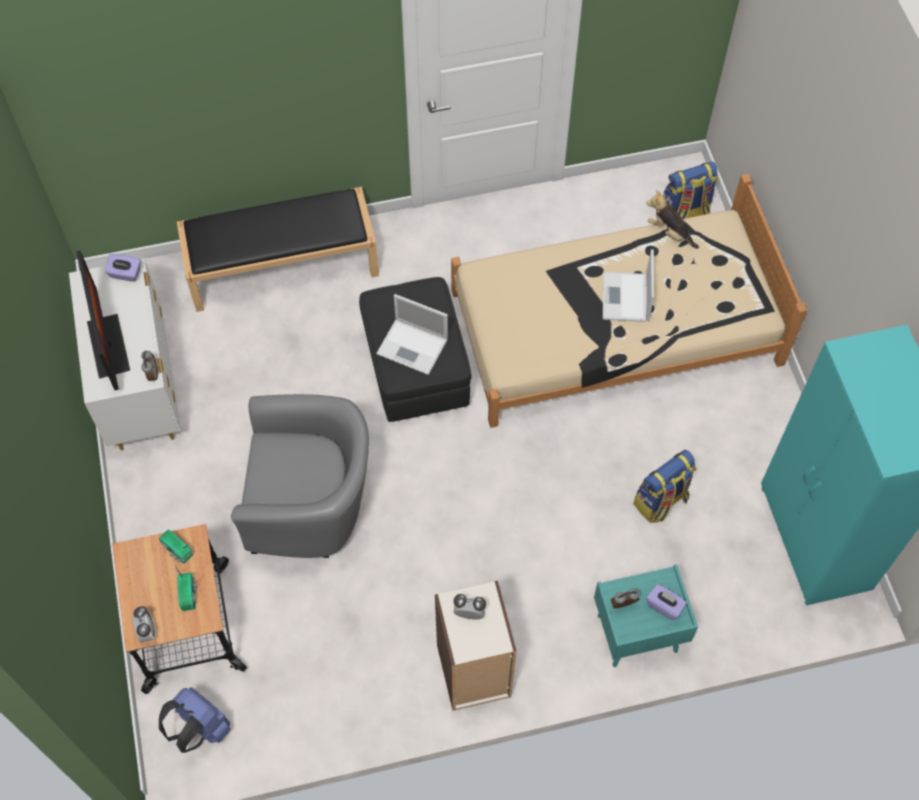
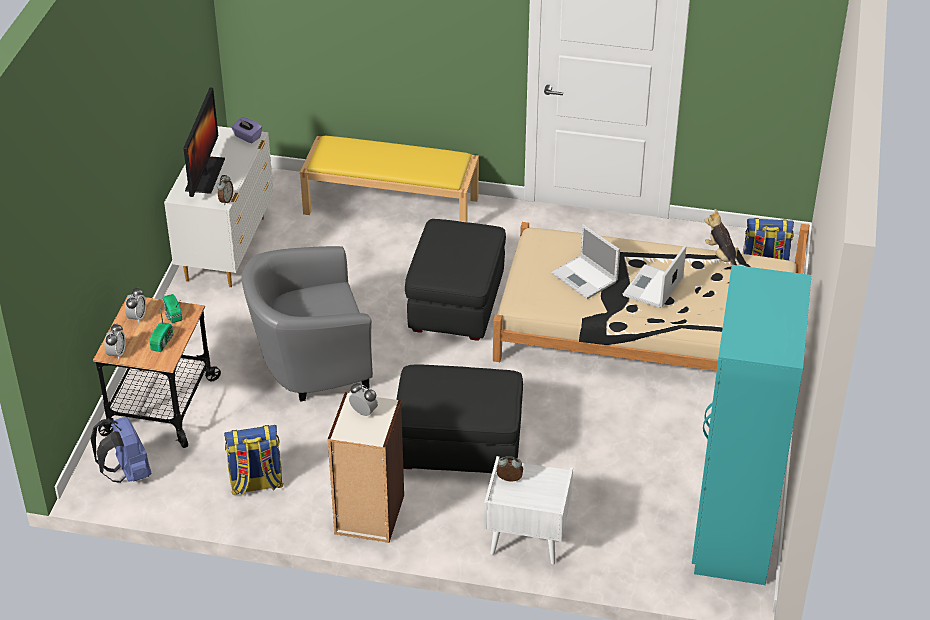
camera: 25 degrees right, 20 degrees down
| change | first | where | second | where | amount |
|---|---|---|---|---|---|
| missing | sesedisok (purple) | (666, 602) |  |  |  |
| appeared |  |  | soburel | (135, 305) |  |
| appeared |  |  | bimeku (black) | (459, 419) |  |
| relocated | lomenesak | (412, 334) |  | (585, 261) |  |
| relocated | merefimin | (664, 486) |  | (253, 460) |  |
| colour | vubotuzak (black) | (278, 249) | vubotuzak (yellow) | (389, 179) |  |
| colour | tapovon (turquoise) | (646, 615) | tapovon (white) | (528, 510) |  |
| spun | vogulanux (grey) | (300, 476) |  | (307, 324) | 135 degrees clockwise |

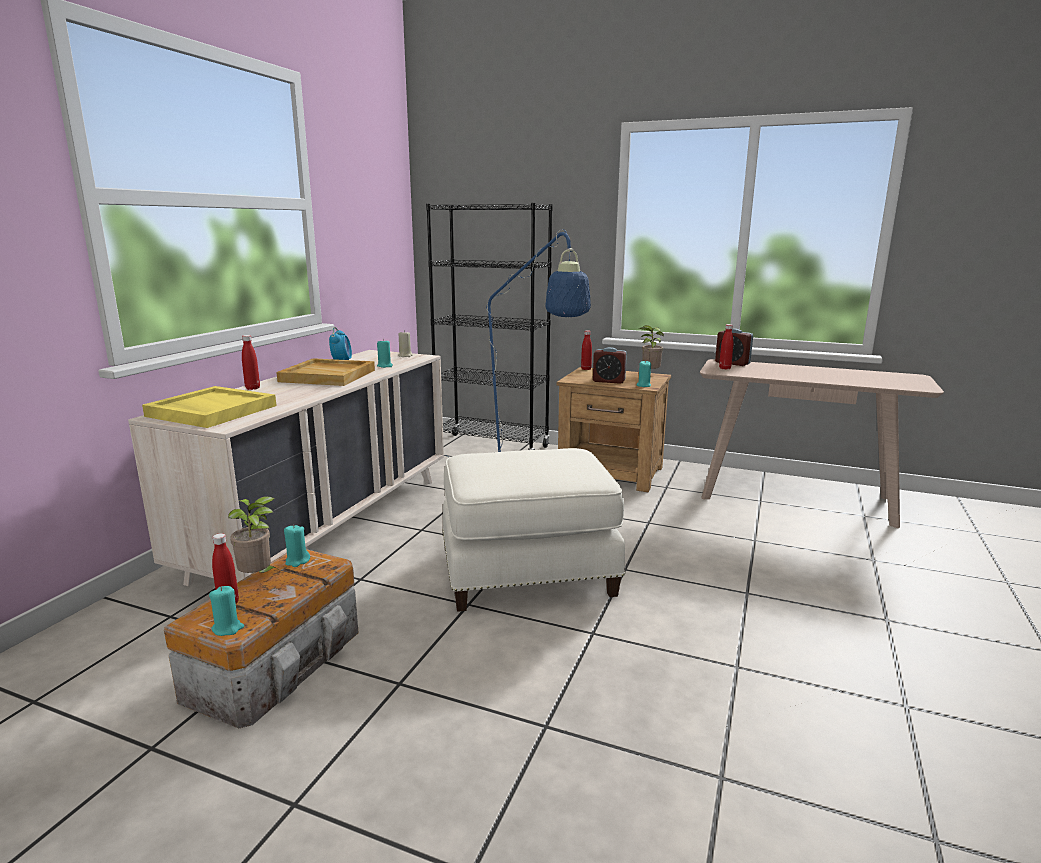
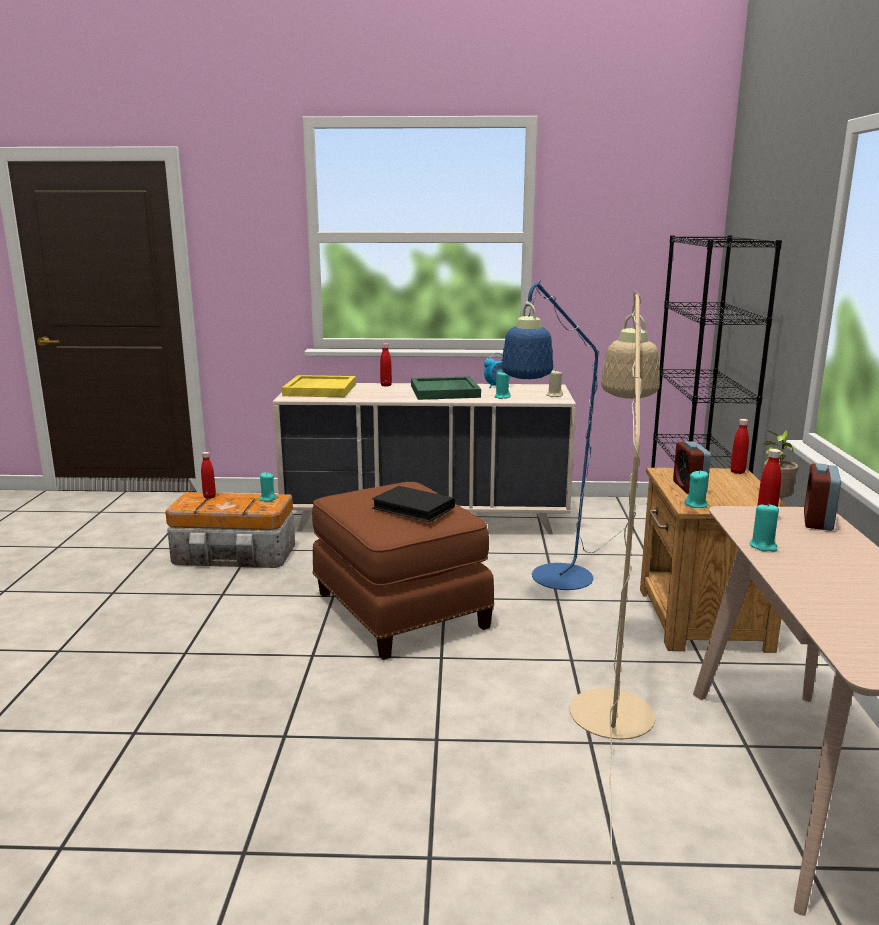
camera: 70 degrees right, 0 degrees up
| change | first | where | second | where | amount |
|---|---|---|---|---|---|
| missing | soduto | (251, 534) |  |  |  |
| appeared |  |  | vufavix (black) | (413, 504) |  |
| appeared |  |  | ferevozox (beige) | (615, 595) |  |
| relocated | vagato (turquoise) | (226, 611) |  | (764, 527) |  |
| colour | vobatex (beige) | (325, 372) | vobatex (green) | (446, 388) |  |
| colour | bimeku (white) | (534, 530) | bimeku (brown) | (403, 571) |  |

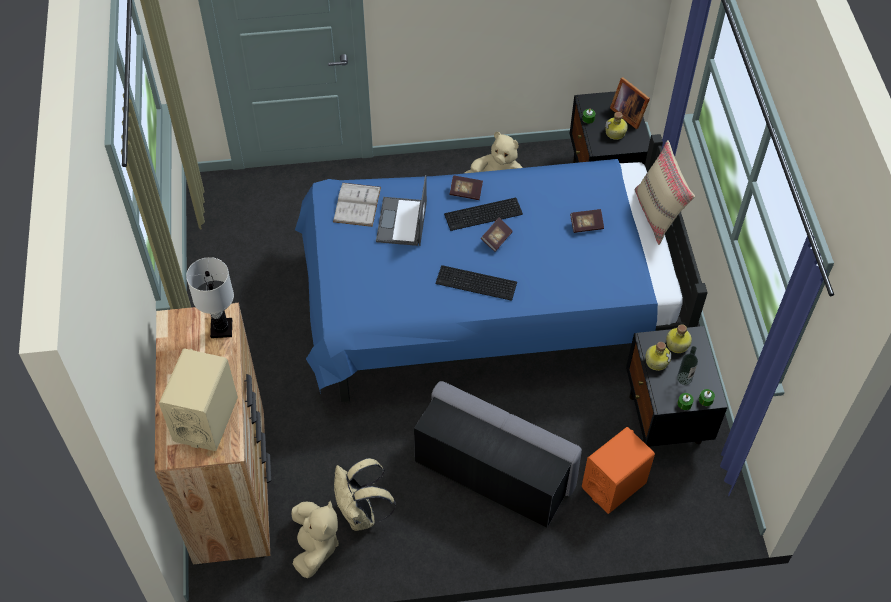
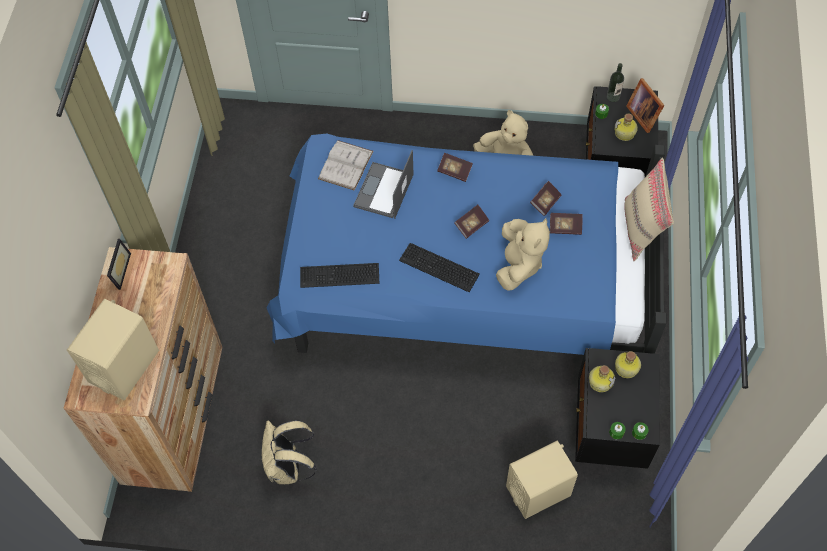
camera: 15 degrees right, 5 degrees up
| change | first | where | second | where | amount |
|---|---|---|---|---|---|
| missing | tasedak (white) | (210, 297) |  |  |  |
| missing | bimeku (grey) | (498, 454) |  |  |  |
| appeared |  |  | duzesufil | (119, 264) |  |
| appeared |  |  | vufavix | (546, 198) |  |
| relocated | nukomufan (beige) | (315, 539) |  | (523, 254) |  |
| relocated | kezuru | (483, 214) |  | (340, 275) |  |
| relocated | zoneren | (687, 365) |  | (615, 82) |  |
| colour | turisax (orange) | (618, 470) | turisax (beige) | (542, 480) |  |

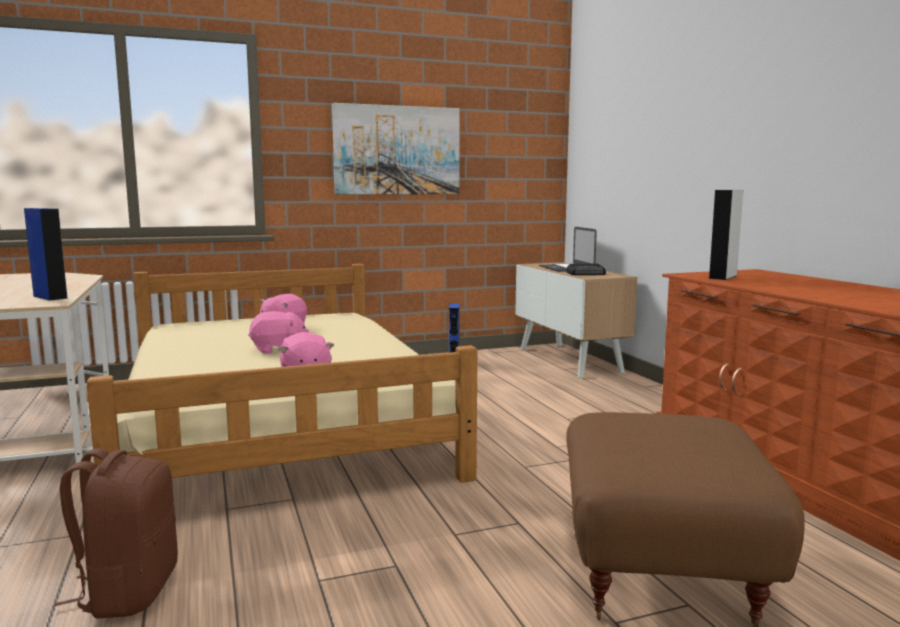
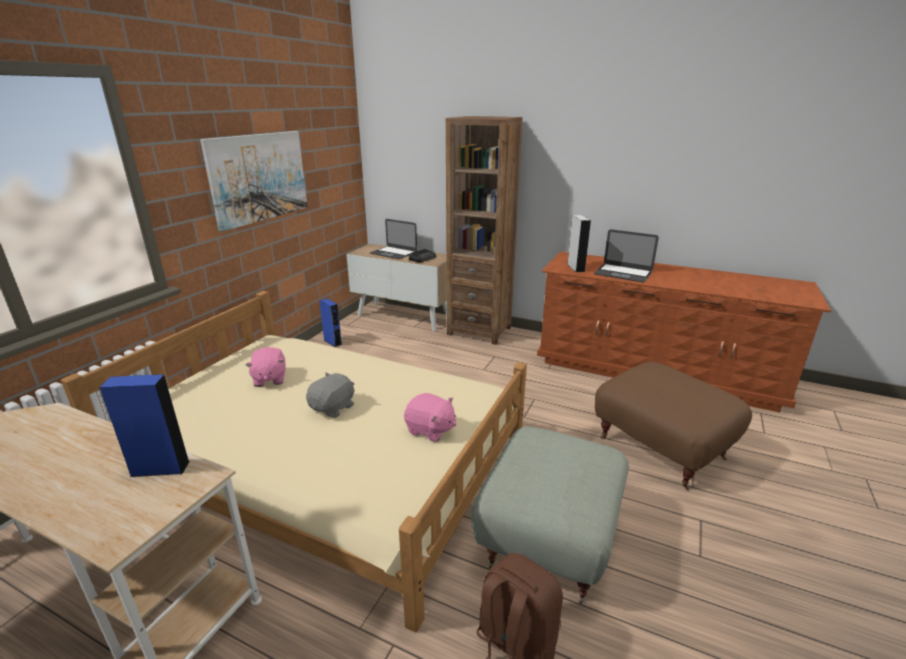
camera: 45 degrees left, 15 degrees up
| change | first | where | second | where | amount |
|---|---|---|---|---|---|
| appeared |  |  | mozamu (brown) | (484, 230) |  |
| appeared |  |  | bimeku (grey) | (550, 514) |  |
| appeared |  |  | lomenesak | (626, 255) |  |
| colour | nukomufan (pink) | (278, 332) | nukomufan (grey) | (330, 395) |  |

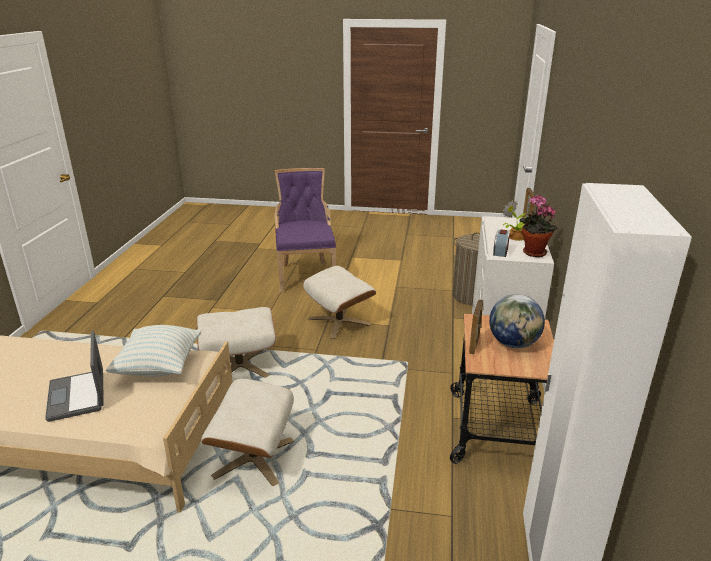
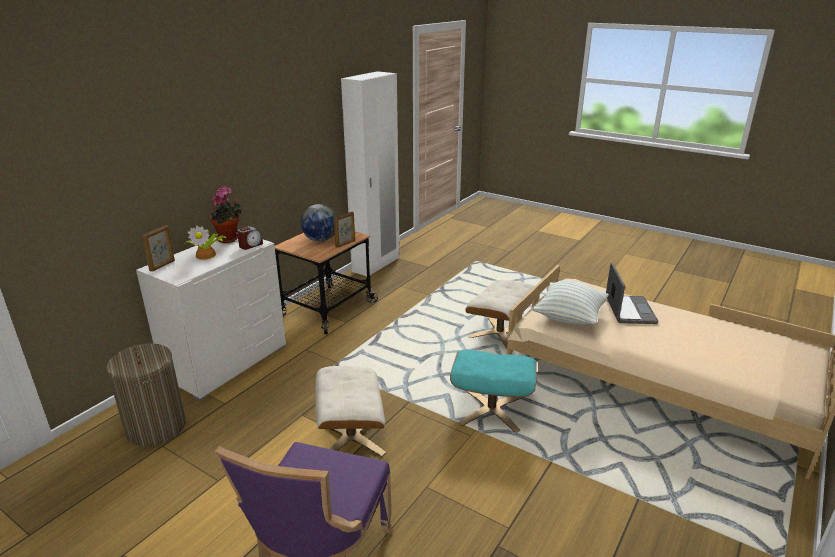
camera: 155 degrees left, 0 degrees up
| change | first | where | second | where | amount |
|---|---|---|---|---|---|
| colour | bimeku (beige) | (236, 342) | bimeku (turquoise) | (493, 391) |  |

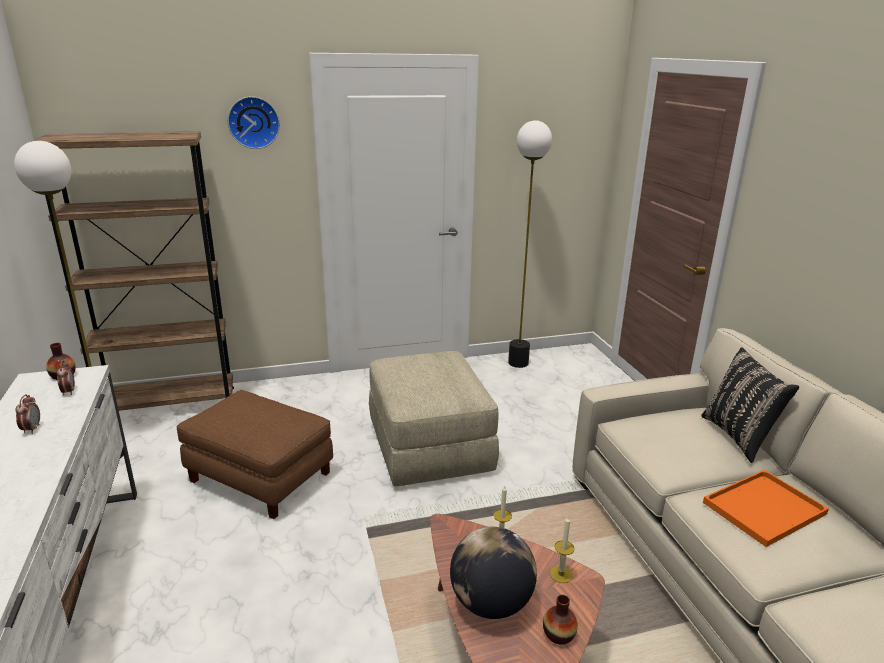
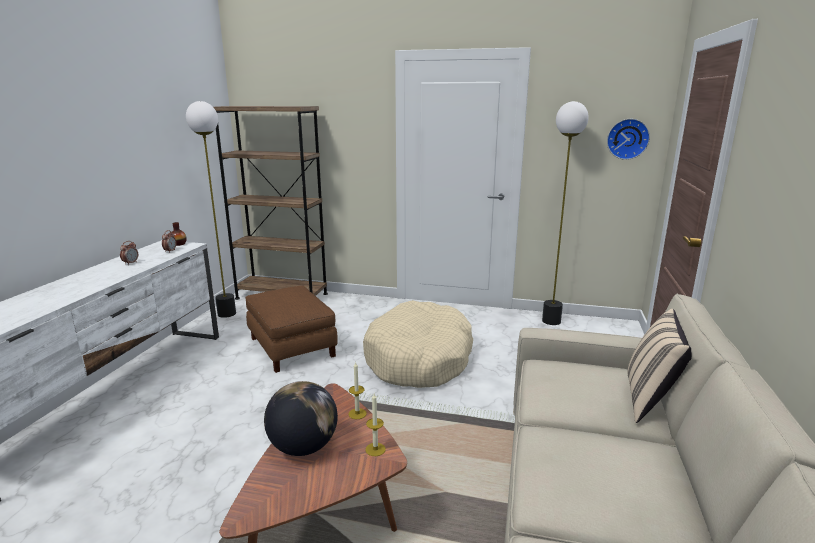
camera: 30 degrees right, 5 degrees down
| change | first | where | second | where | amount |
|---|---|---|---|---|---|
| missing | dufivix | (560, 620) |  |  |  |
| missing | vobatex (orange) | (766, 508) |  |  |  |
| relocated | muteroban | (254, 122) |  | (628, 139) |  |
| exchanged | bimeku (beige) | (434, 418) | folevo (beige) | (418, 344) |  |
| colour | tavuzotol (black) | (750, 405) | tavuzotol (beige) | (660, 366) |  |

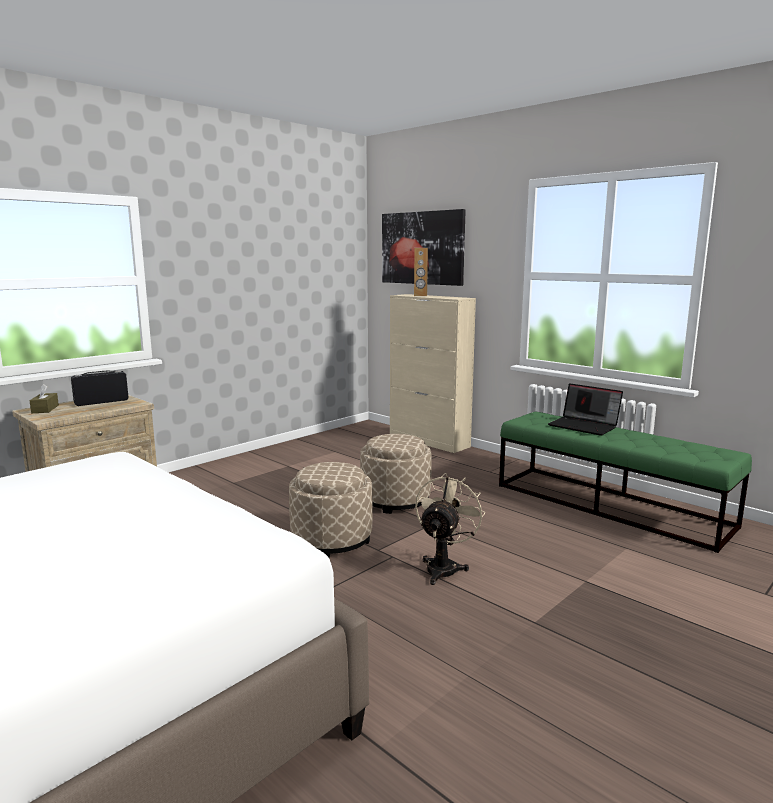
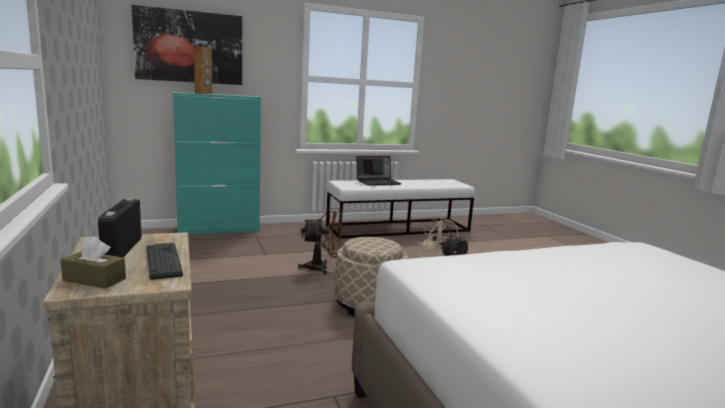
camera: 65 degrees left, 0 degrees up
| change | first | where | second | where | amount |
|---|---|---|---|---|---|
| appeared |  |  | kezuru | (164, 261) |  |
| exchanged | bimeku (beige) | (396, 474) | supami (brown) | (320, 241) |  |
| colour | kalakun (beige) | (433, 373) | kalakun (turquoise) | (217, 163) |  |
| colour | vubotuzak (green) | (625, 482) | vubotuzak (white) | (400, 209) |  |

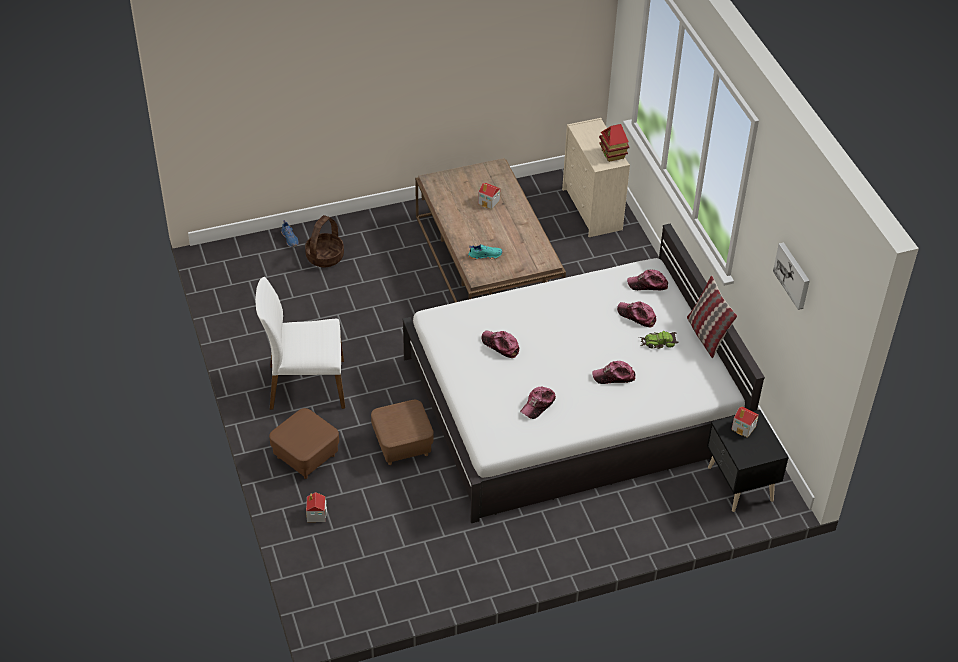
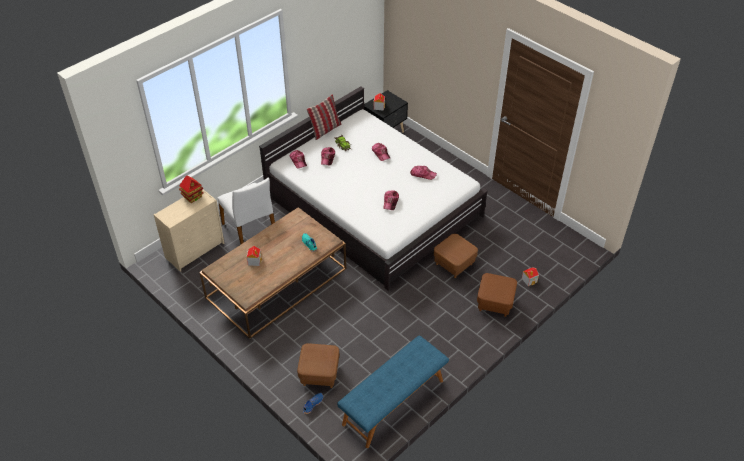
camera: 115 degrees left, 0 degrees up
| change | first | where | second | where | amount |
|---|---|---|---|---|---|
| missing | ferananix | (791, 276) |  |  |  |
| appeared |  |  | vubotuzak (blue) | (393, 391) |  |
| relocated | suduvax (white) | (300, 343) |  | (246, 211) |  |
| exchanged | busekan | (324, 241) | bimeku (brown) | (318, 365) |  |

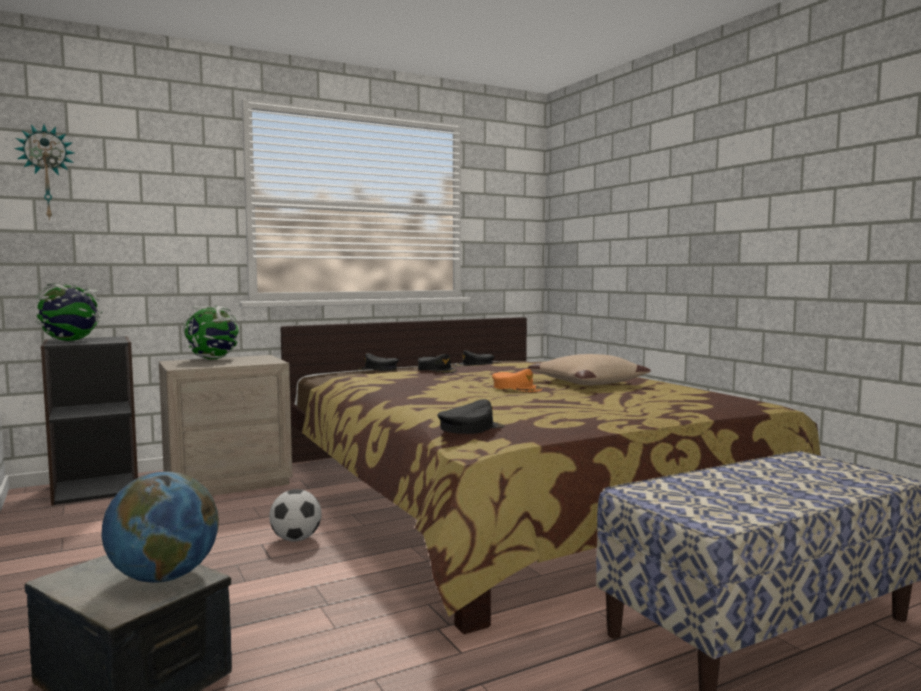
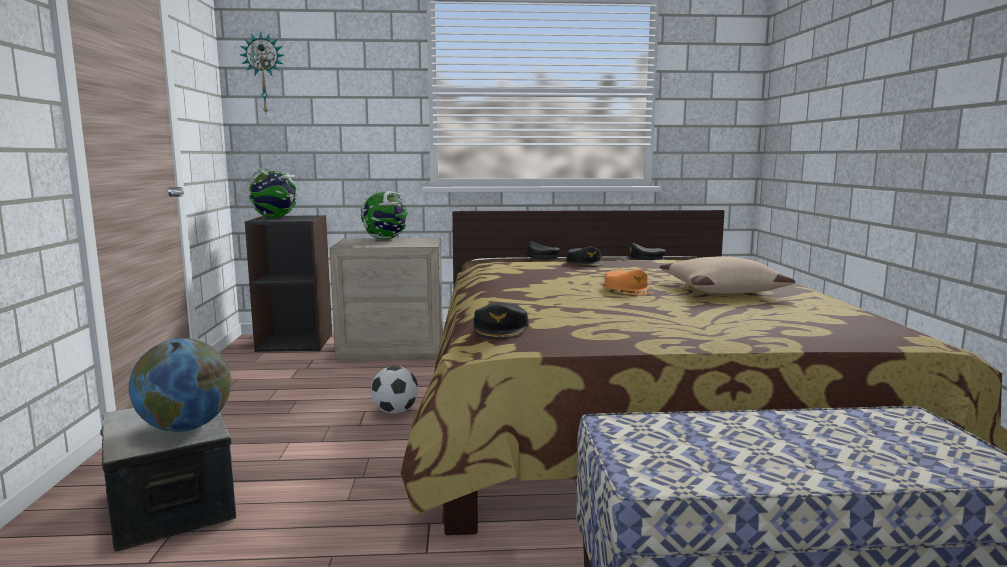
camera: 25 degrees right, 5 degrees up
| change | first | where | second | where | amount |
|---|---|---|---|---|---|
| spun | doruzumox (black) | (471, 416) |  | (501, 321) | 105 degrees clockwise |

